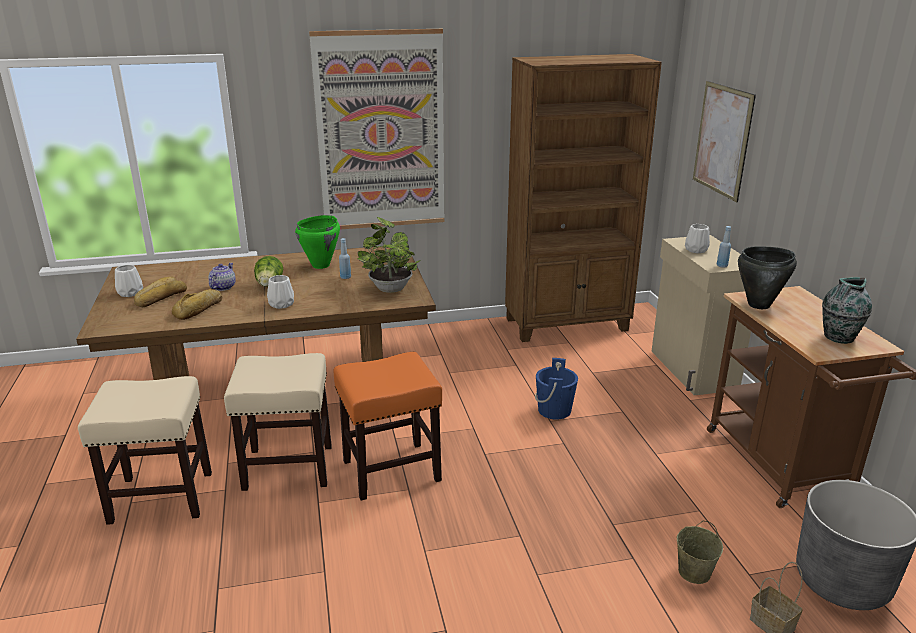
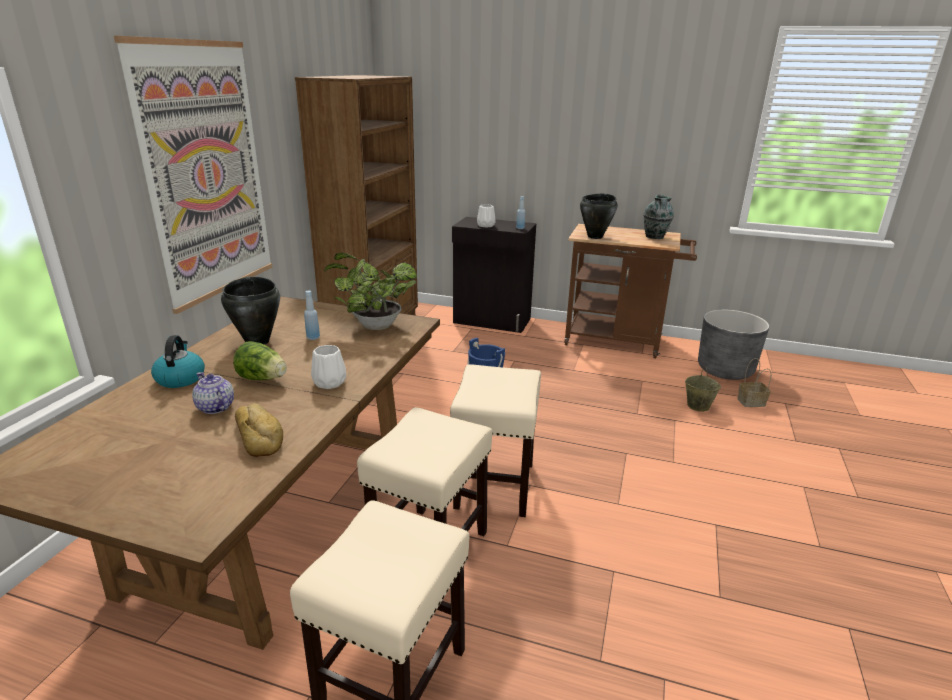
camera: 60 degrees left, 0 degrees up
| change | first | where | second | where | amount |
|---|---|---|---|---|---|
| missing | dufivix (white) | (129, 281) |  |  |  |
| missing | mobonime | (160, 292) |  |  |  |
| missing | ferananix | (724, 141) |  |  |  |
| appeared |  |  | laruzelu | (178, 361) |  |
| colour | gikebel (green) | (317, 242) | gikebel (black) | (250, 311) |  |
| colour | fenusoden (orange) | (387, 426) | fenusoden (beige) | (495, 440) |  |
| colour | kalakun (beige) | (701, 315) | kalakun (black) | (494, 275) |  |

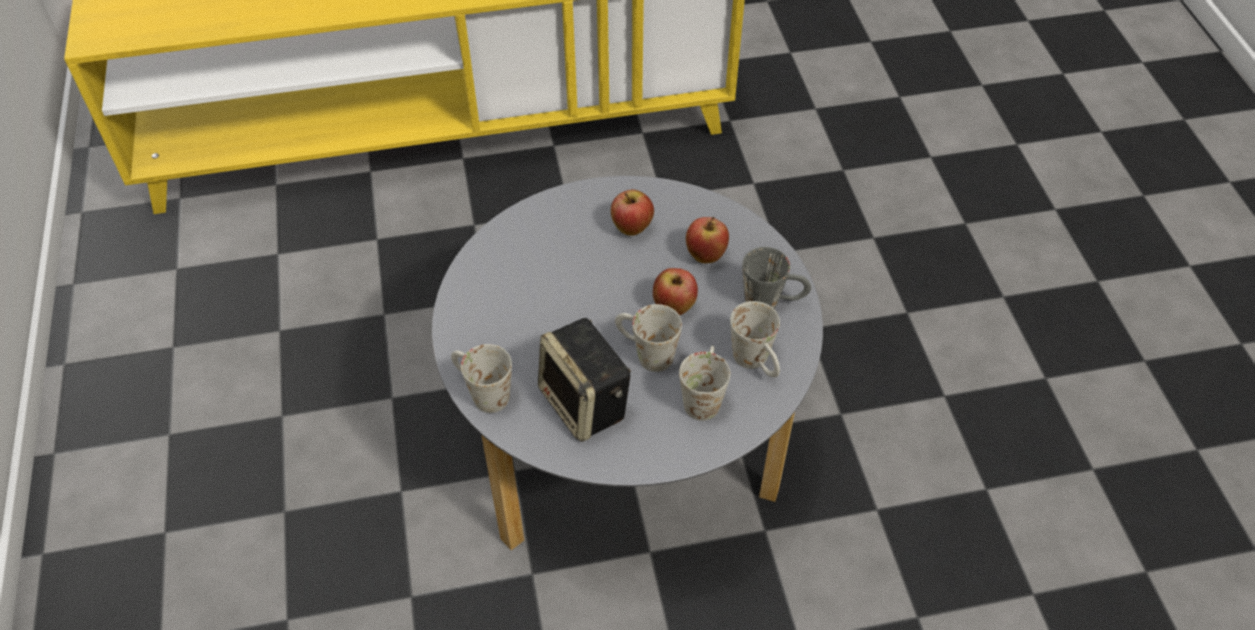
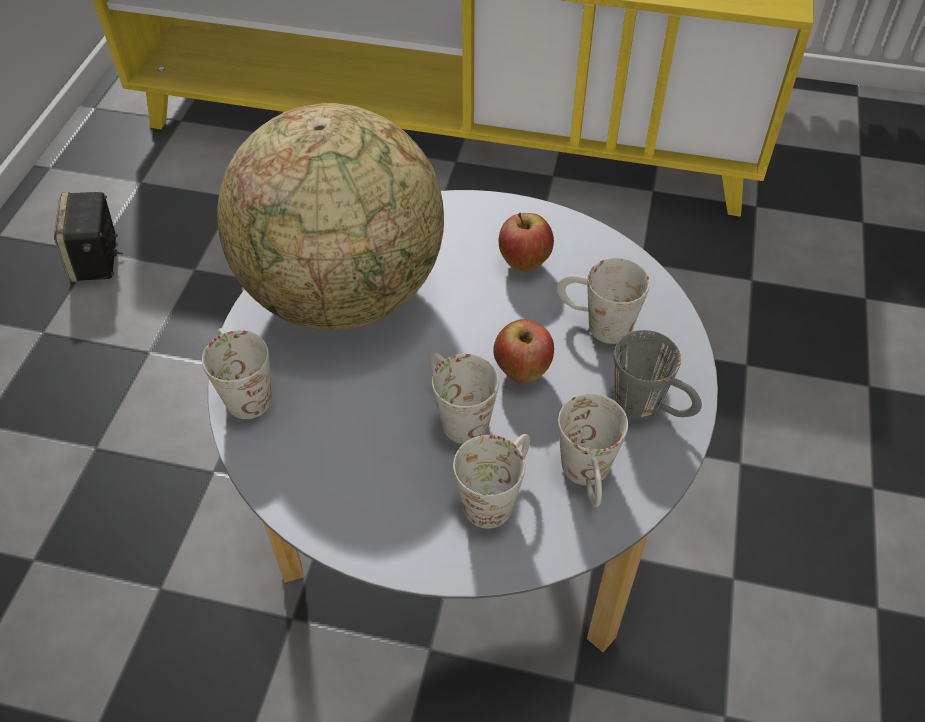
camera: 25 degrees right, 0 degrees up
| change | first | where | second | where | amount |
|---|---|---|---|---|---|
| appeared |  |  | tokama | (330, 216) |  |
| relocated | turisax | (584, 380) |  | (88, 237) |  |
| exchanged | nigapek | (707, 240) | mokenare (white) | (603, 301) |  |

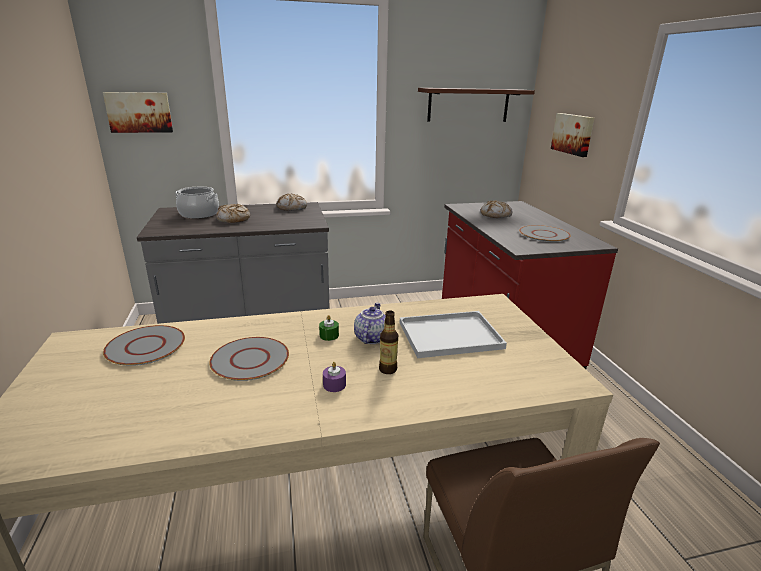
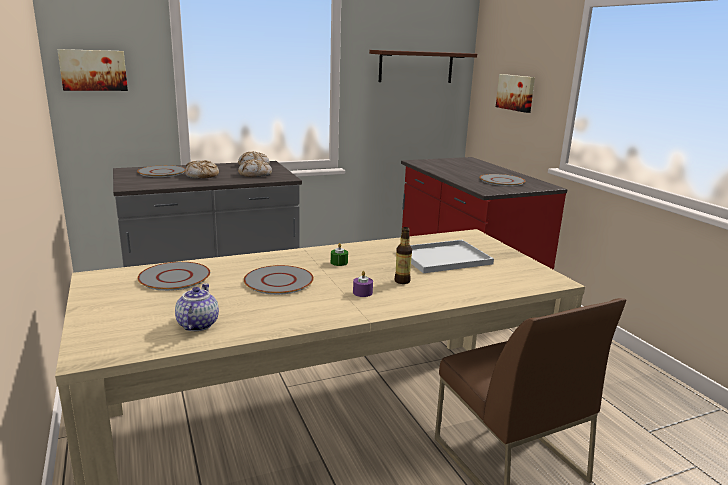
camera: 10 degrees left, 5 degrees down
| change | first | where | second | where | amount |
|---|---|---|---|---|---|
| relocated | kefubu | (370, 323) |  | (197, 307) |  |
| relocated | mobonime | (496, 209) |  | (255, 168) |  |
| exchanged | gikebel | (197, 202) | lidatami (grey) | (161, 171) |  |

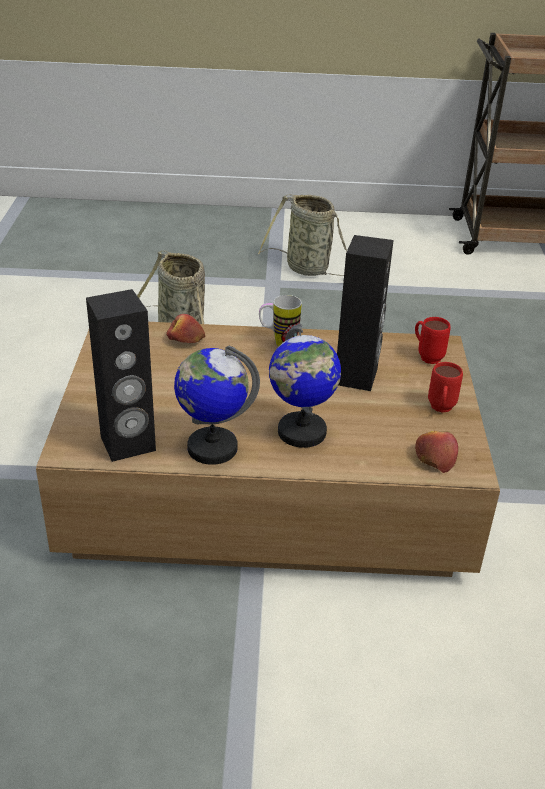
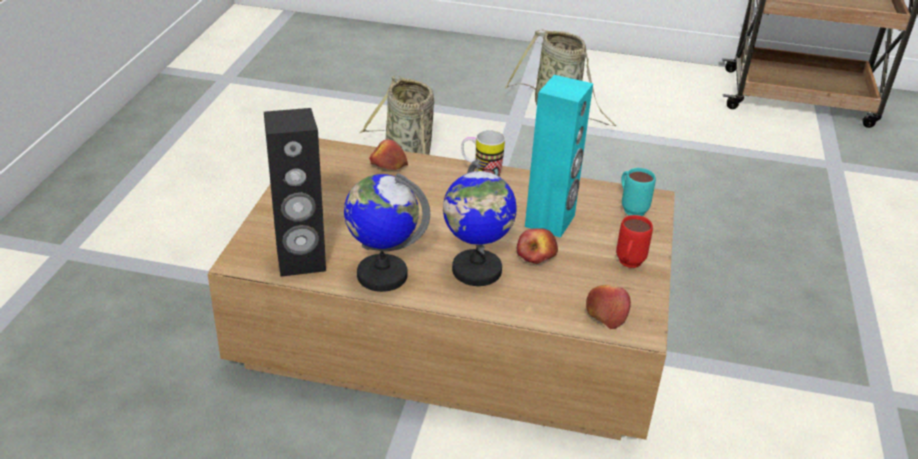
camera: 10 degrees right, 0 degrees up
| change | first | where | second | where | amount |
|---|---|---|---|---|---|
| appeared |  |  | nigapek | (537, 246) |  |
| colour | turisax (black) | (365, 313) | turisax (turquoise) | (559, 156) |  |
| colour | mokenare (red) | (432, 340) | mokenare (turquoise) | (638, 192) |  |

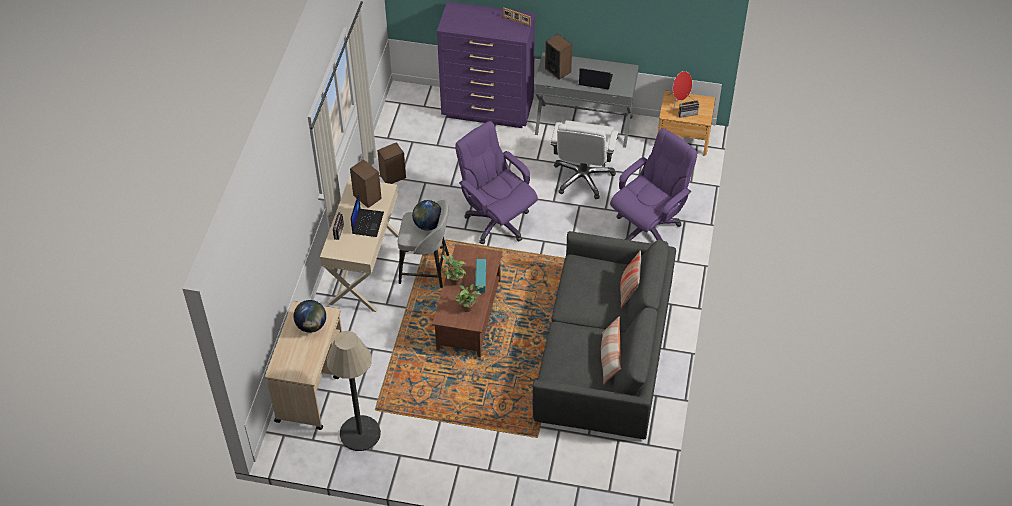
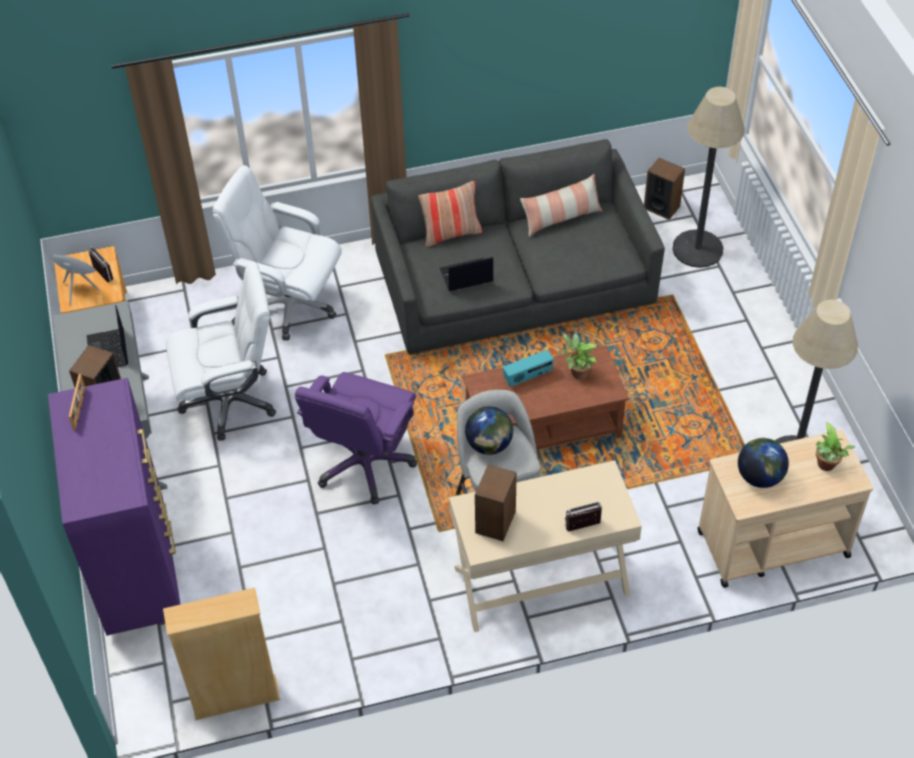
camera: 115 degrees left, 0 degrees up
| change | first | where | second | where | amount |
|---|---|---|---|---|---|
| appeared |  |  | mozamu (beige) | (221, 654) |  |
| appeared |  |  | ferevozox | (708, 177) |  |
| relocated | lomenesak | (367, 215) |  | (466, 274) |  |
| relocated | turisax | (391, 163) |  | (664, 189) |  |
| relocated | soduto | (454, 269) |  | (835, 446) |  |
| colour | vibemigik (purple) | (653, 184) | vibemigik (white) | (277, 252) |  |

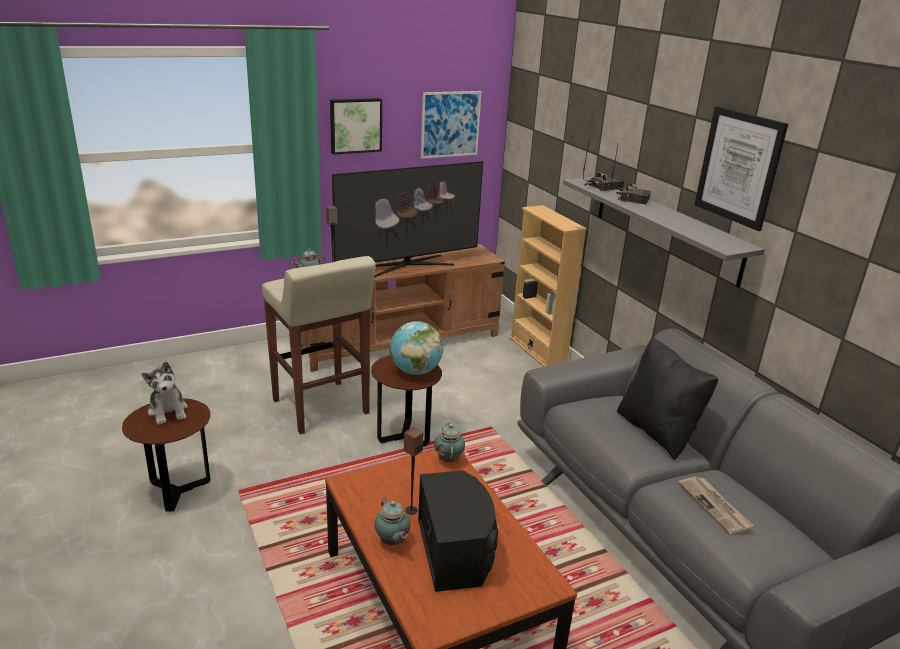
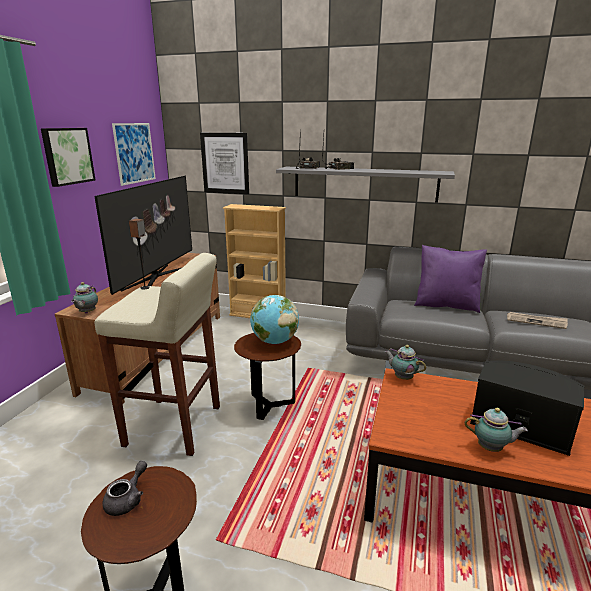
camera: 45 degrees left, 5 degrees down
| change | first | where | second | where | amount |
|---|---|---|---|---|---|
| missing | turisax | (414, 471) |  |  |  |
| relocated | ferananix | (741, 168) |  | (224, 163) |  |
| exchanged | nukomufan | (165, 393) | kefubu (grey) | (124, 488) |  |
| colour | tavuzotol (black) | (667, 398) | tavuzotol (purple) | (450, 279) |  |

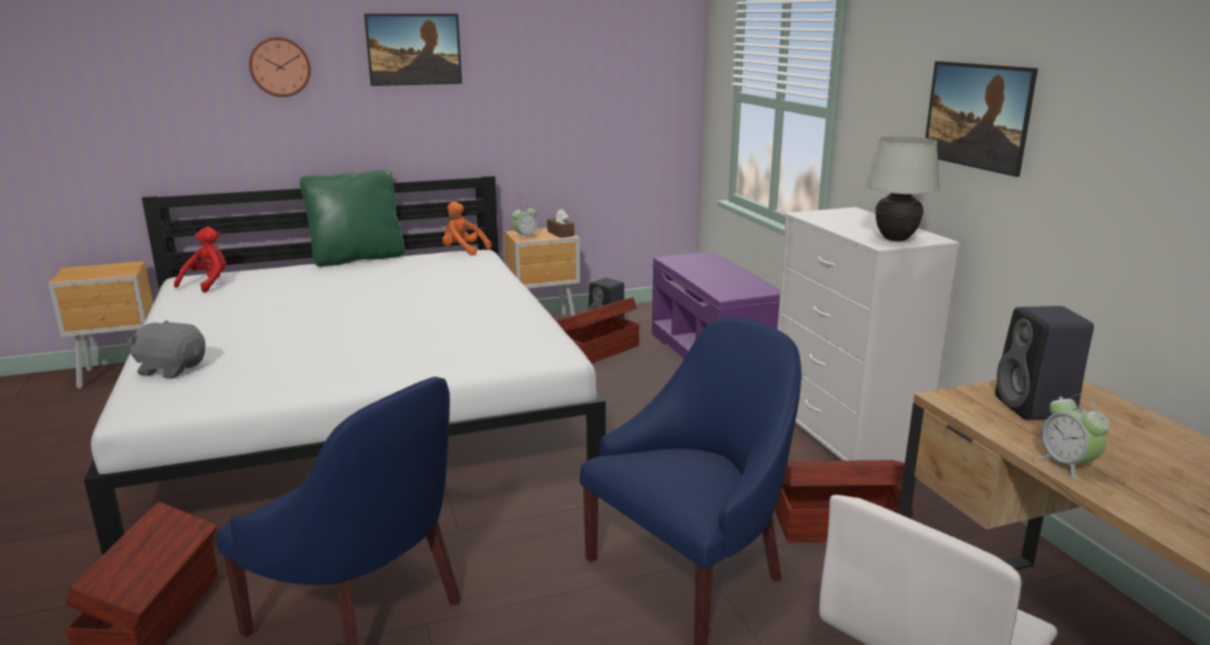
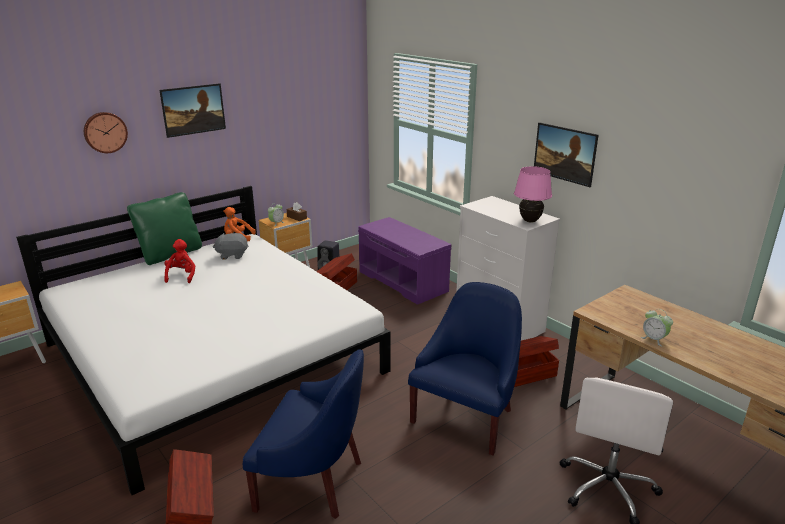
camera: 20 degrees left, 5 degrees up
| change | first | where | second | where | amount |
|---|---|---|---|---|---|
| missing | turisax (black) | (1044, 363) |  |  |  |
| relocated | nukomufan (grey) | (166, 349) |  | (230, 246) |  |
| relocated | nukomufan (red) | (200, 260) |  | (179, 261) |  |
| colour | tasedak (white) | (902, 188) | tasedak (pink) | (533, 194) |  |

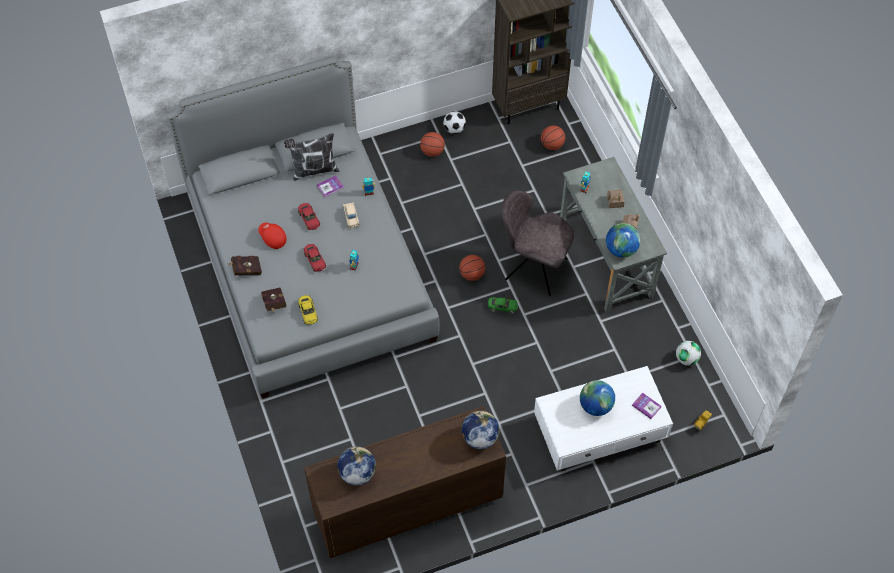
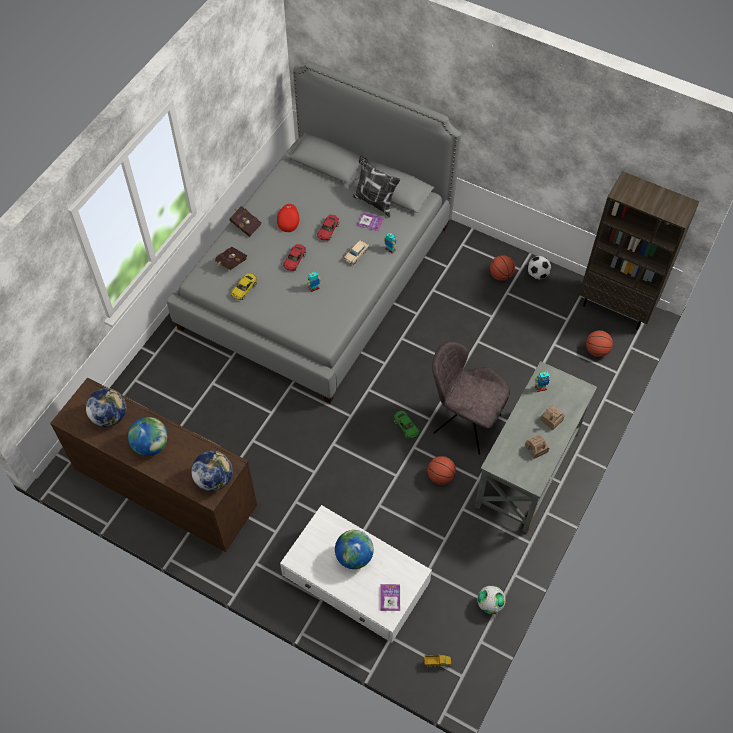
camera: 50 degrees right, 0 degrees up
| change | first | where | second | where | amount |
|---|---|---|---|---|---|
| relocated | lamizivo | (472, 268) |  | (441, 470) |  |
| relocated | tokama | (623, 240) |  | (148, 436) |  |
| spun | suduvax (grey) | (537, 243) |  | (471, 398) | 45 degrees counterclockwise |

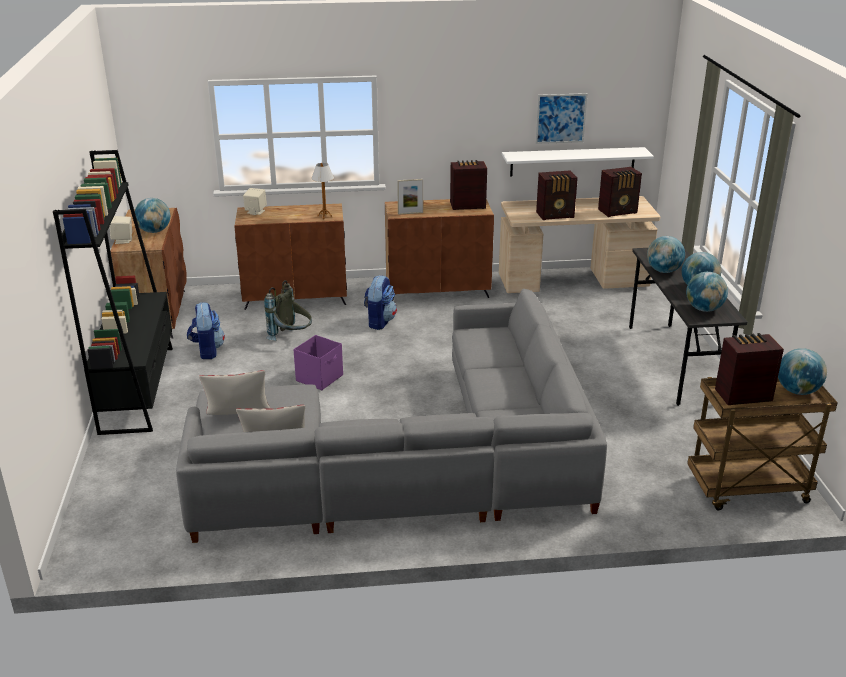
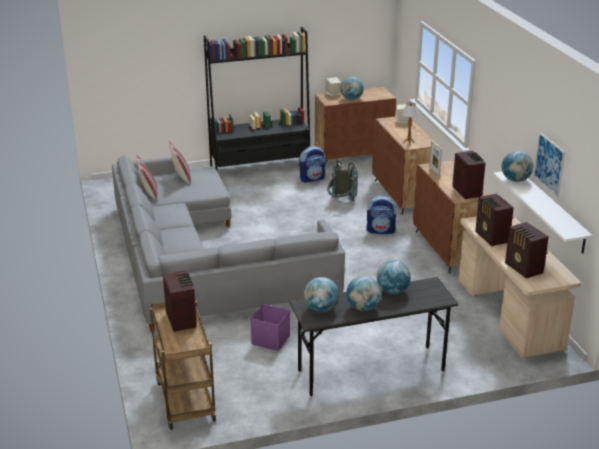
camera: 80 degrees right, 0 degrees up
| change | first | where | second | where | amount |
|---|---|---|---|---|---|
| relocated | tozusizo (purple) | (318, 362) |  | (270, 327) |  |
| relocated | tokama | (802, 371) |  | (517, 166) |  |

